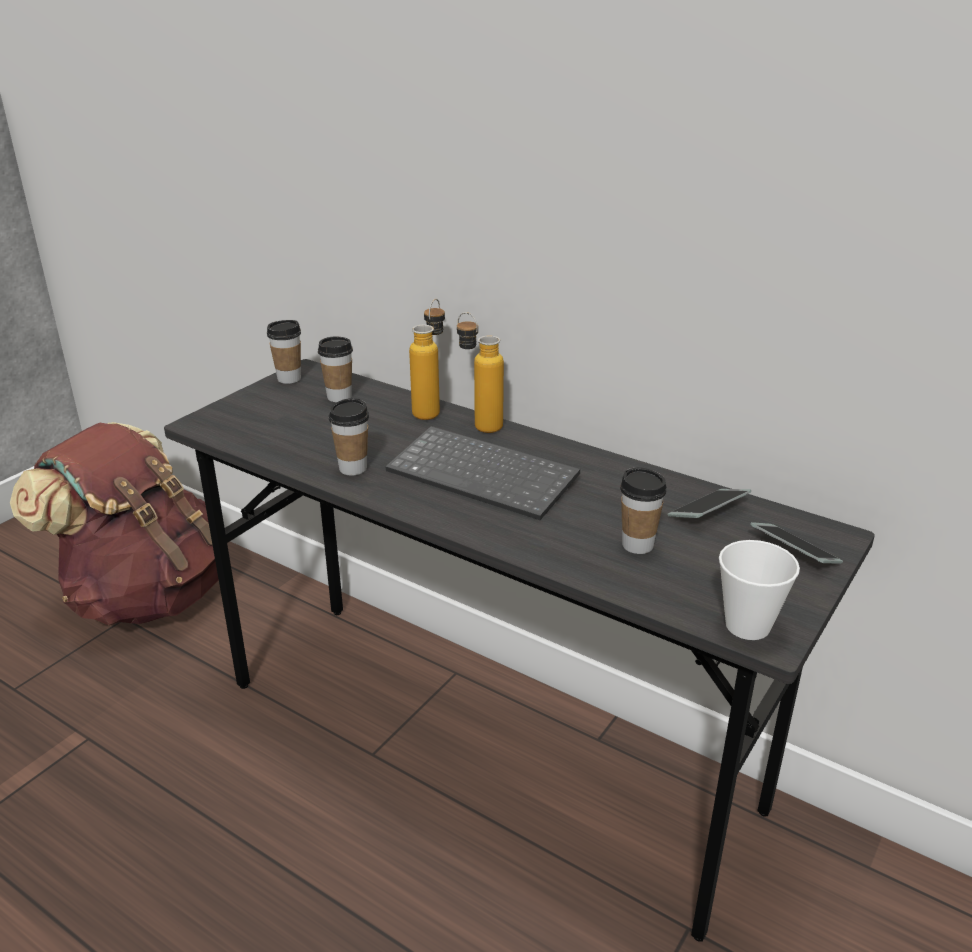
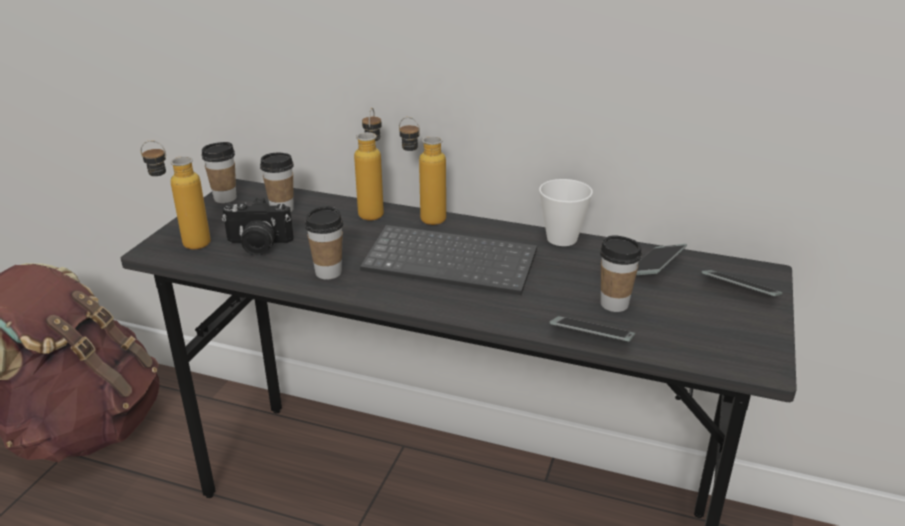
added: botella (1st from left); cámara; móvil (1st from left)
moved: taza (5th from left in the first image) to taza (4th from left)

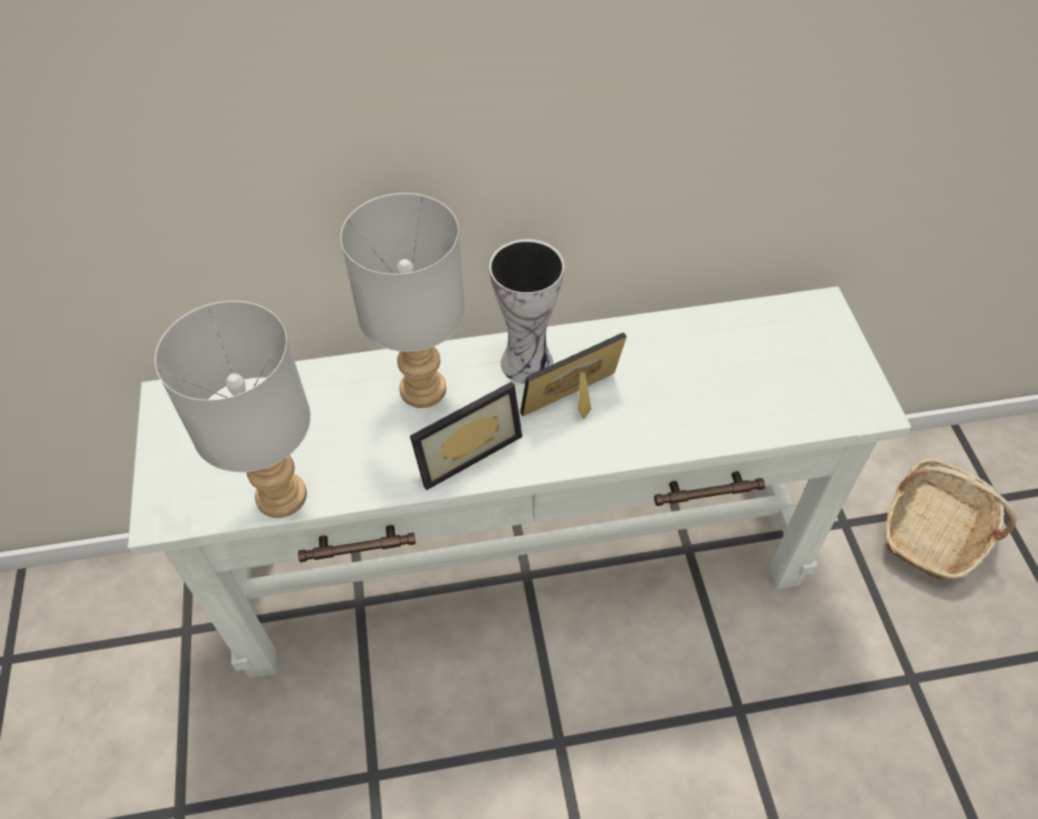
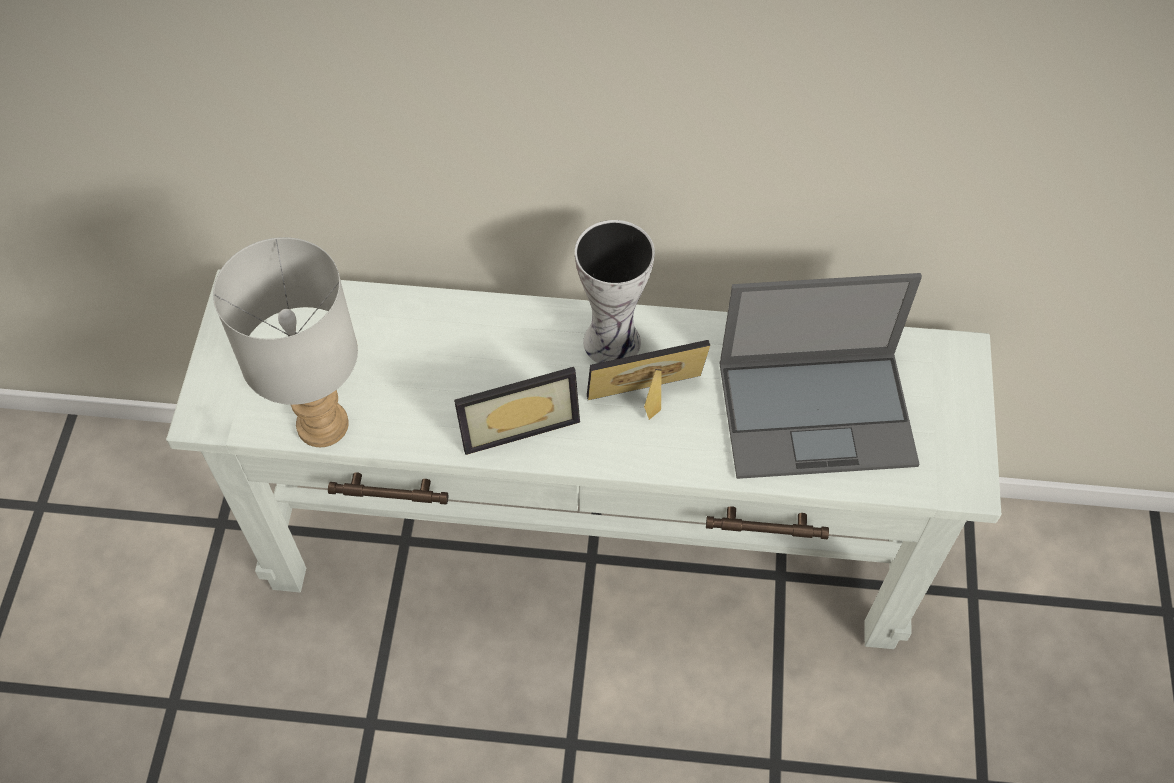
removed: lámpara de mesa/gris (2nd from left); cesta
added: portátil

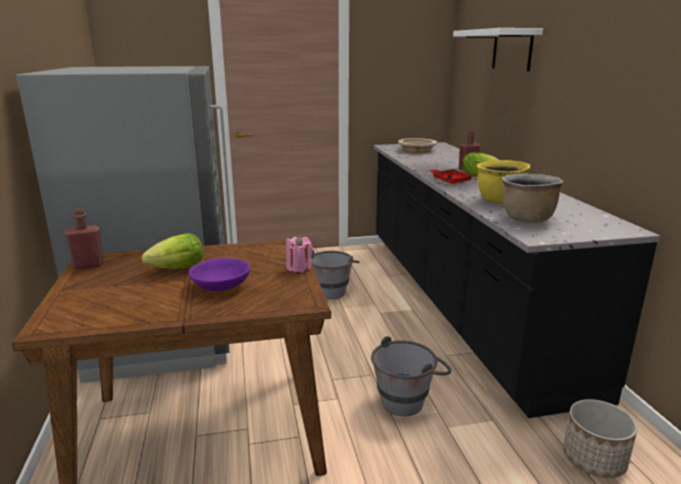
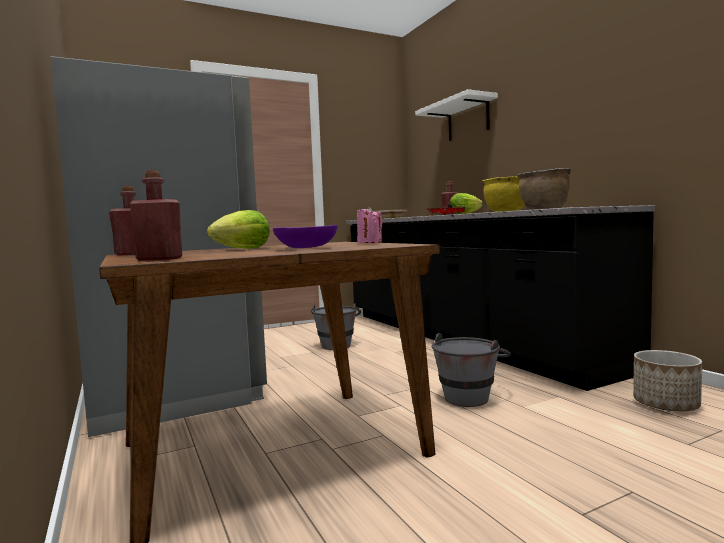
added: botella/rojo (2nd from left)

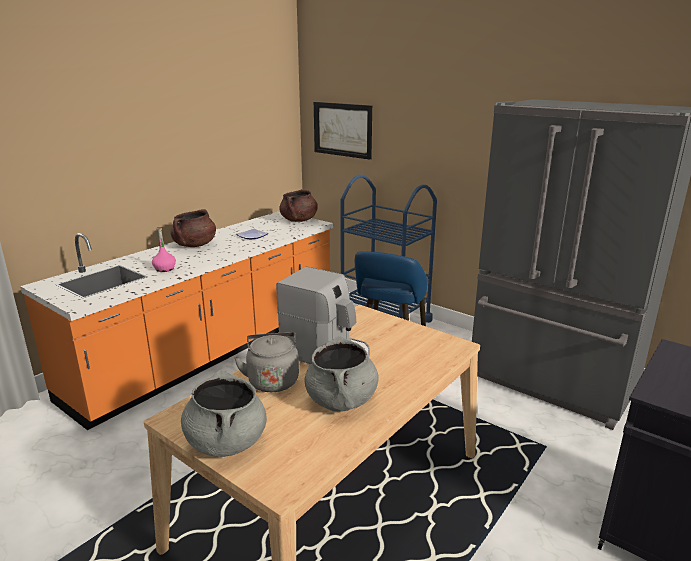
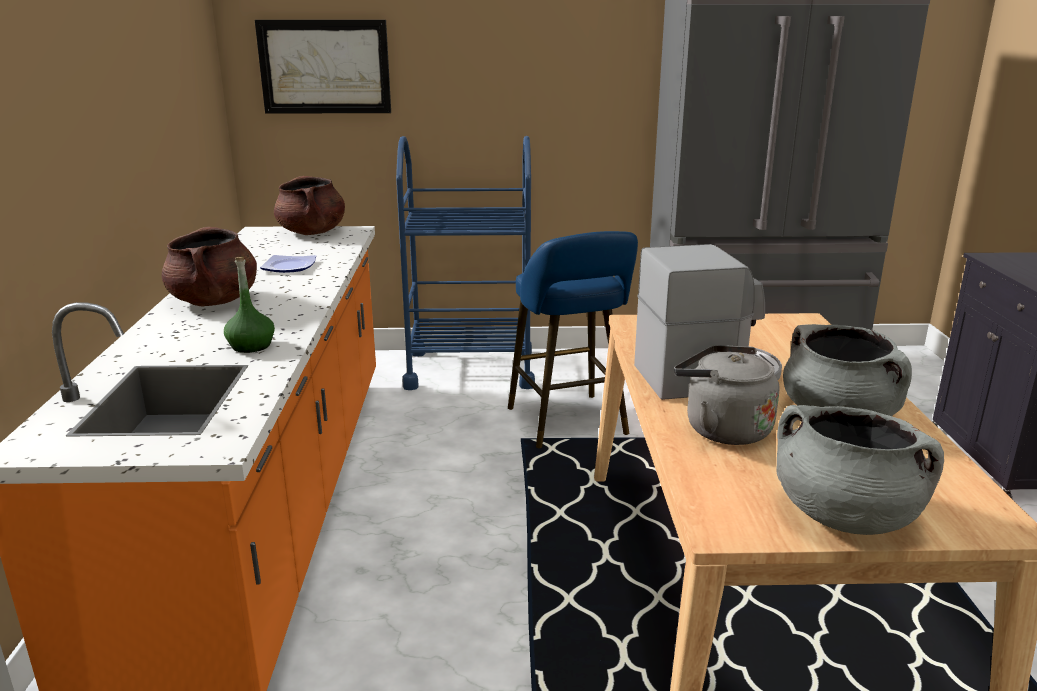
recoloured: botella/rosa to botella/verde

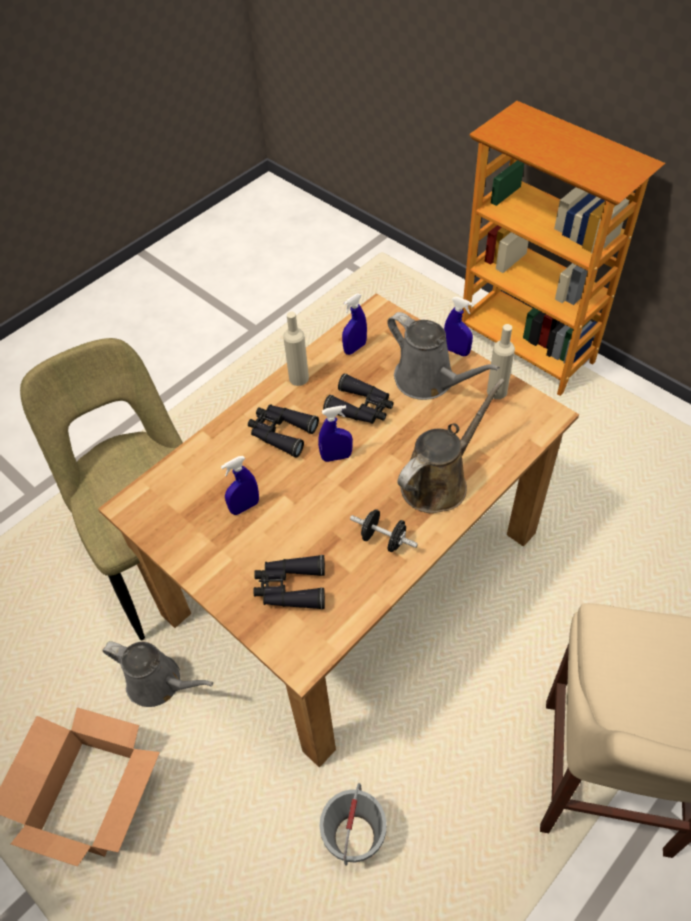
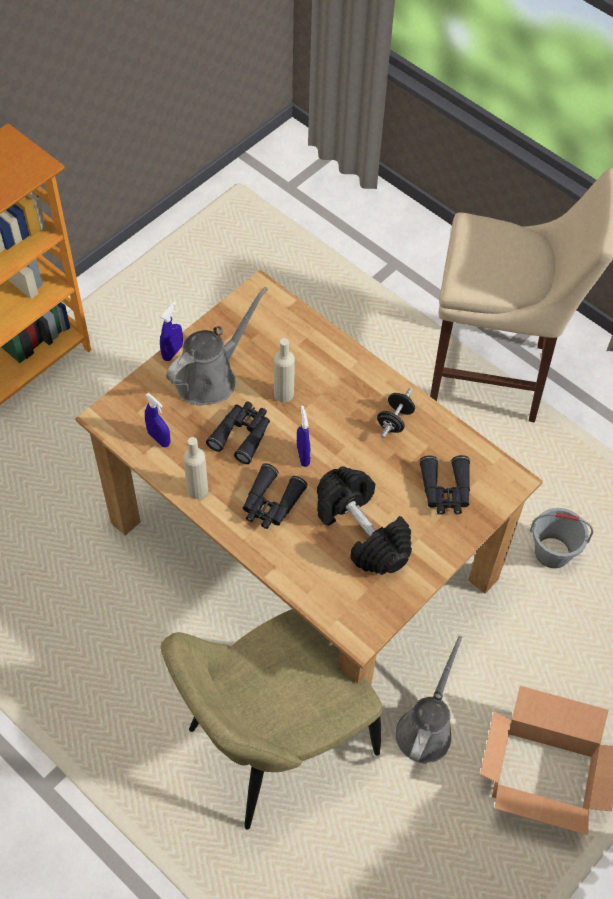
removed: regadera/marrón
moved: botella/beis (2nd from left)
replaced: pulverizador/azul (1st from left) to mancuerna/negro (1st from left)

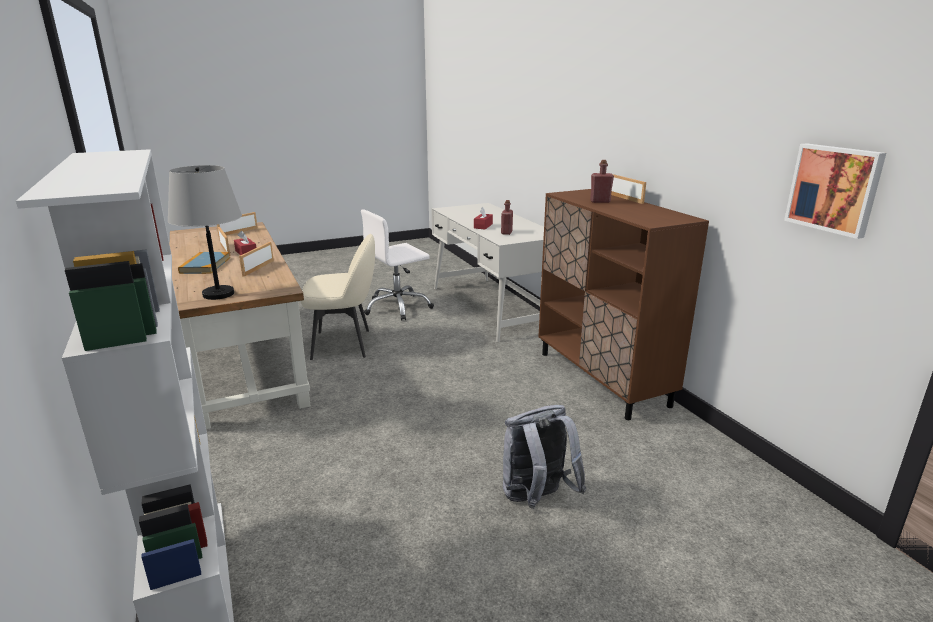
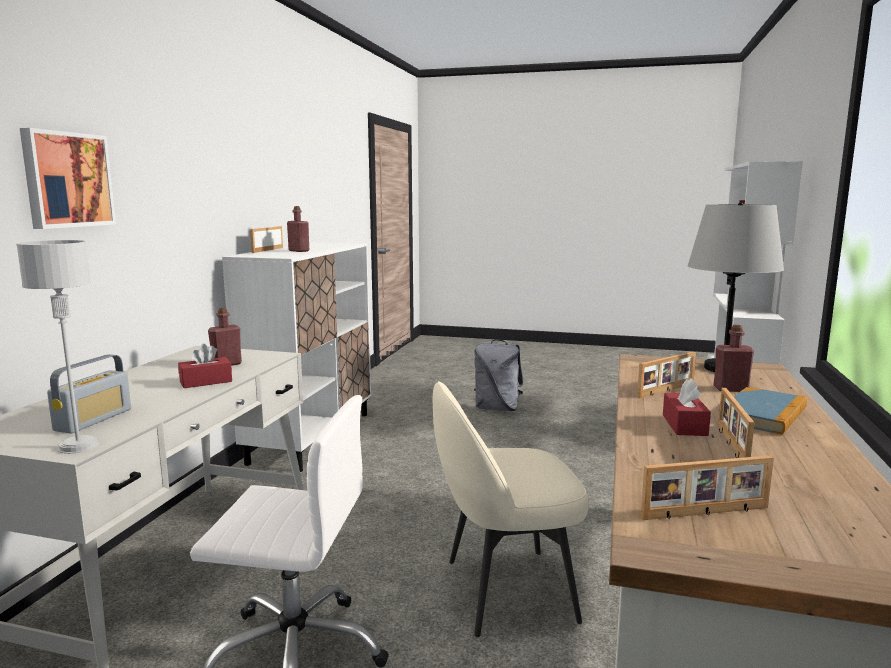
added: lámpara de mesa/gris (1st from left); radio; botella/rojo (3rd from left)
moved: cuadro
recoloured: armario/marrón to armario/blanco
turned: silla/beis 45 degrees counterclockwise

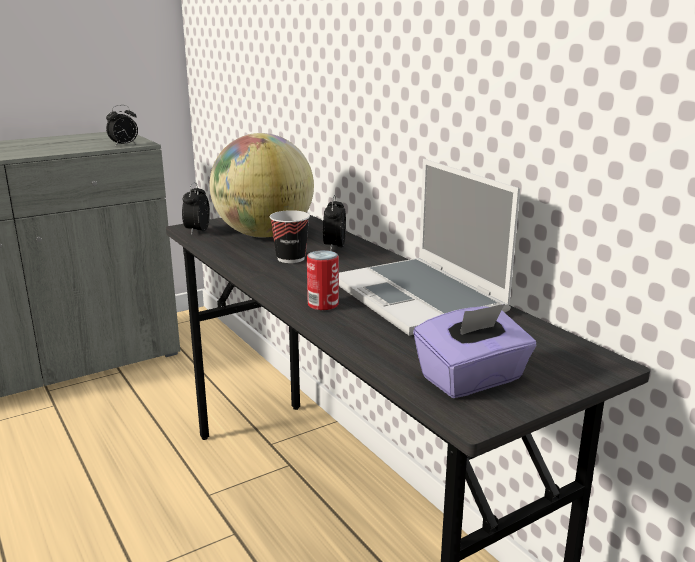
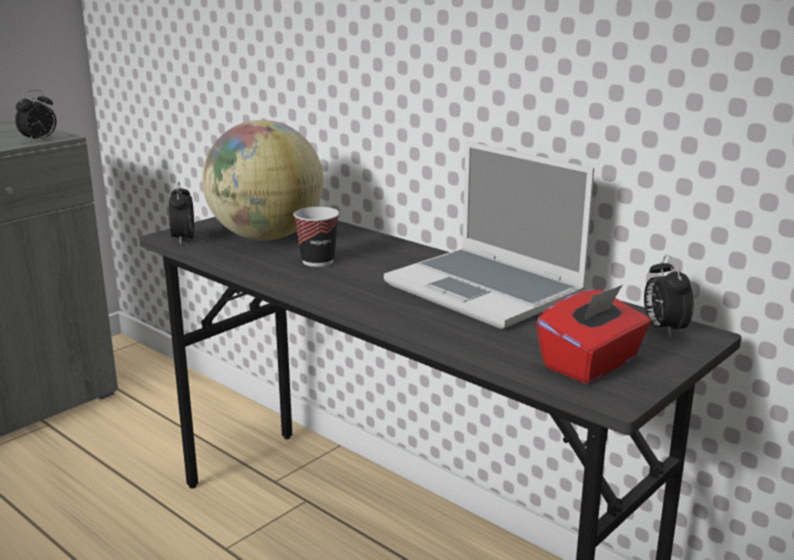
removed: lata
moved: despertador (3rd from left)
recoloured: caja de pañuelos/morado to caja de pañuelos/rojo

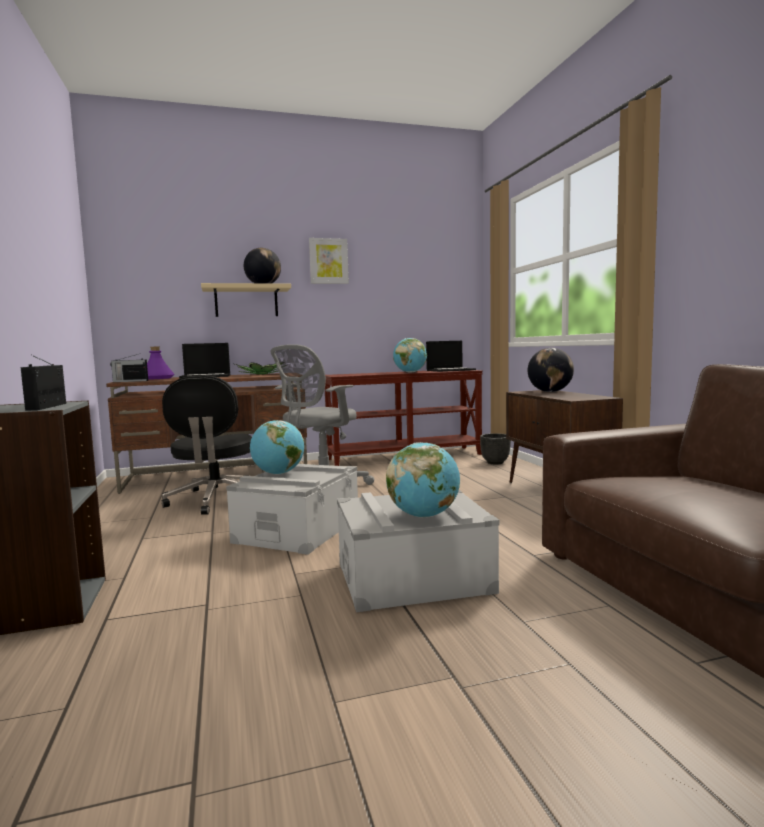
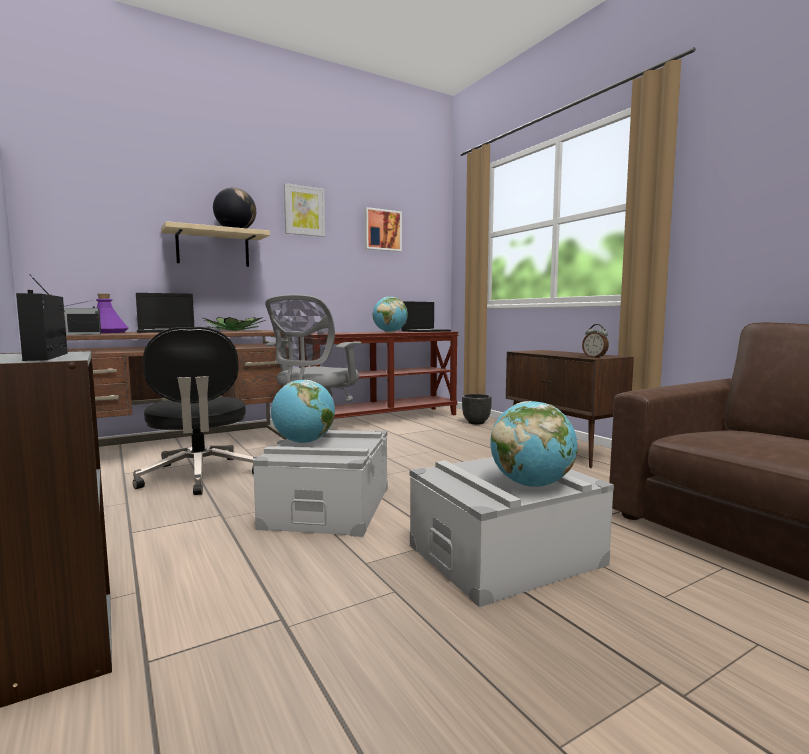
removed: globo terráqueo (5th from left)
added: cuadro (2nd from left); despertador

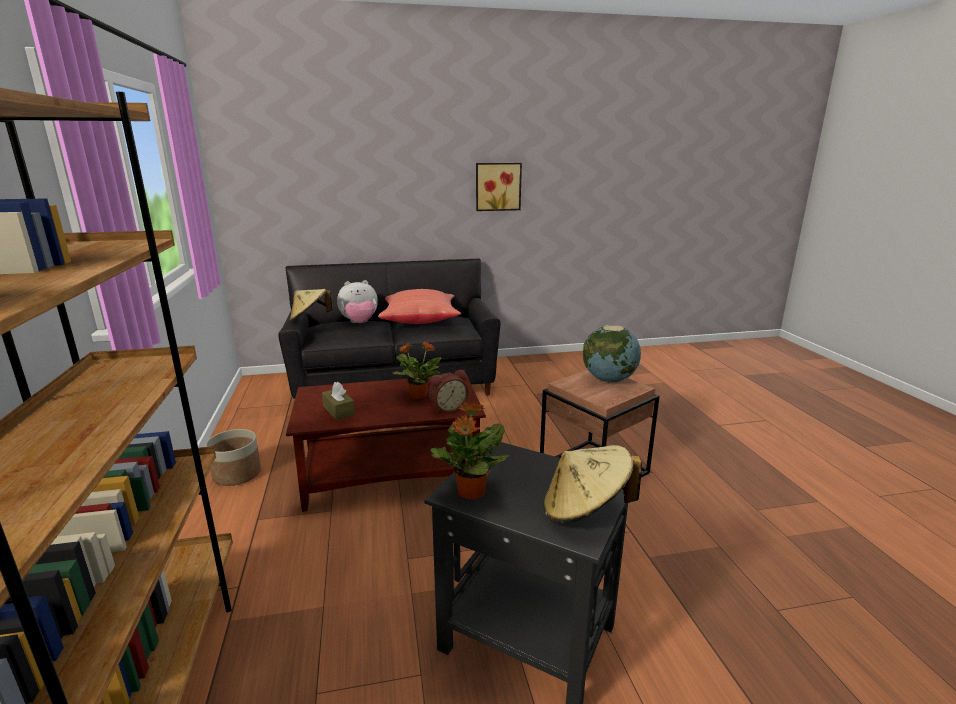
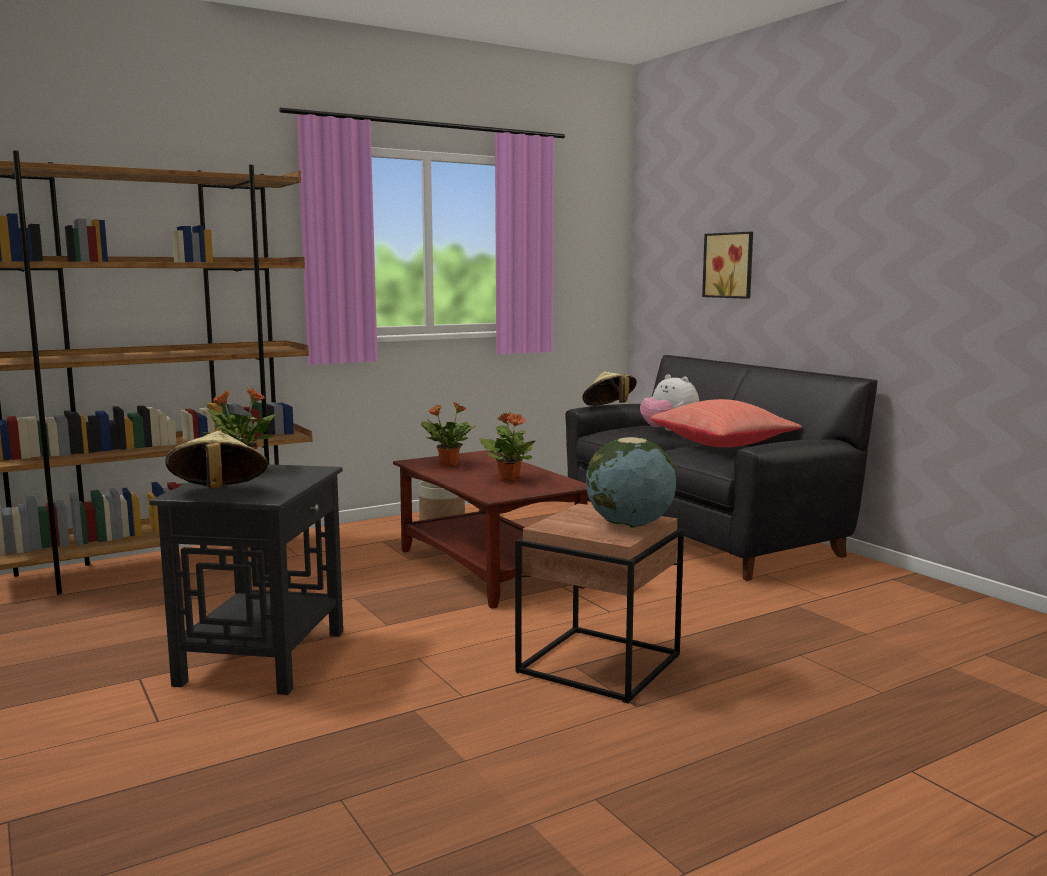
removed: despertador
moved: cuadro
replaced: caja de pañuelos/marrón to planta en maceta (2nd from left)

